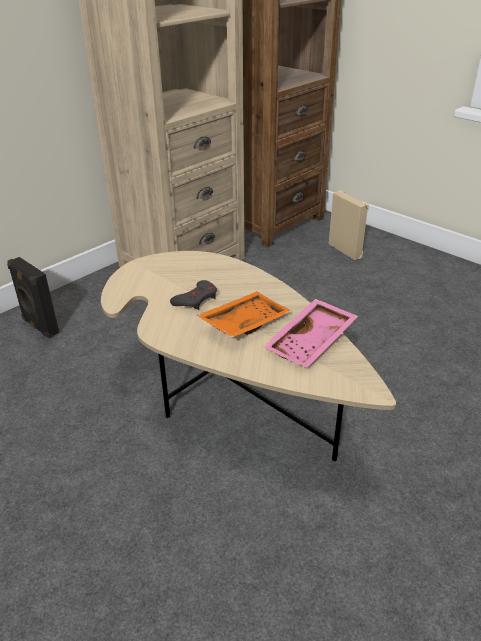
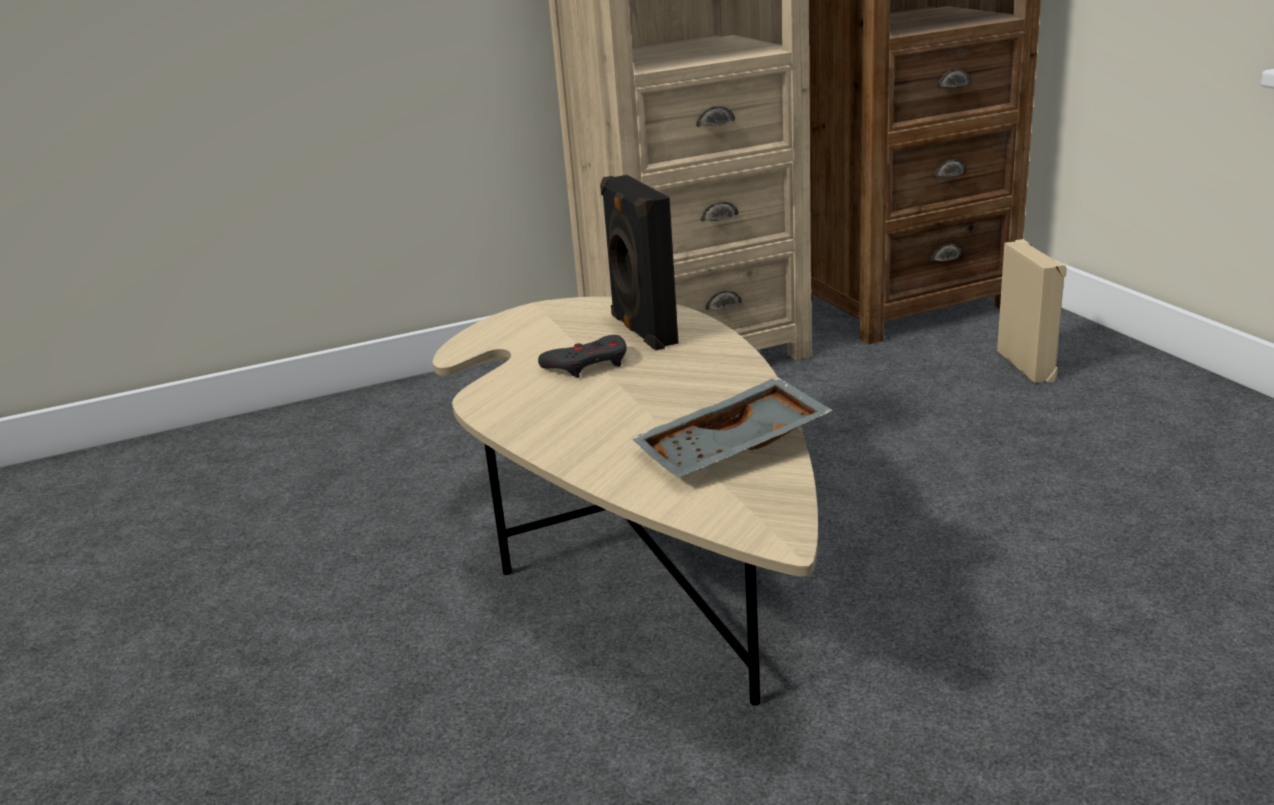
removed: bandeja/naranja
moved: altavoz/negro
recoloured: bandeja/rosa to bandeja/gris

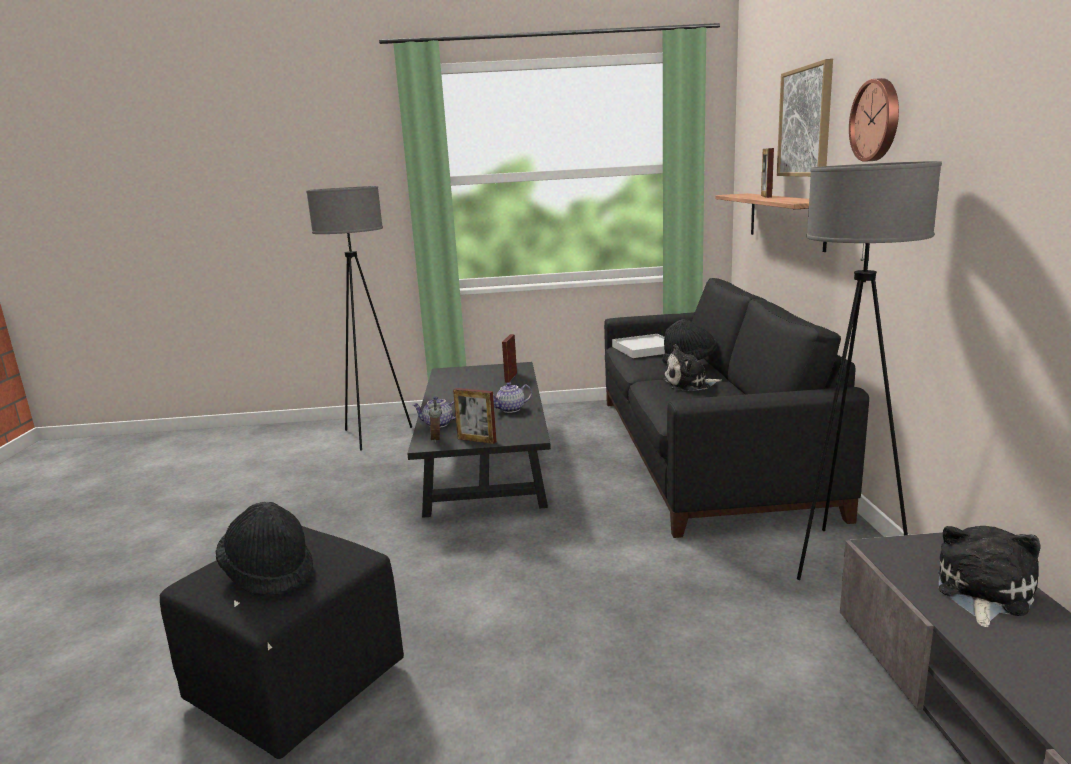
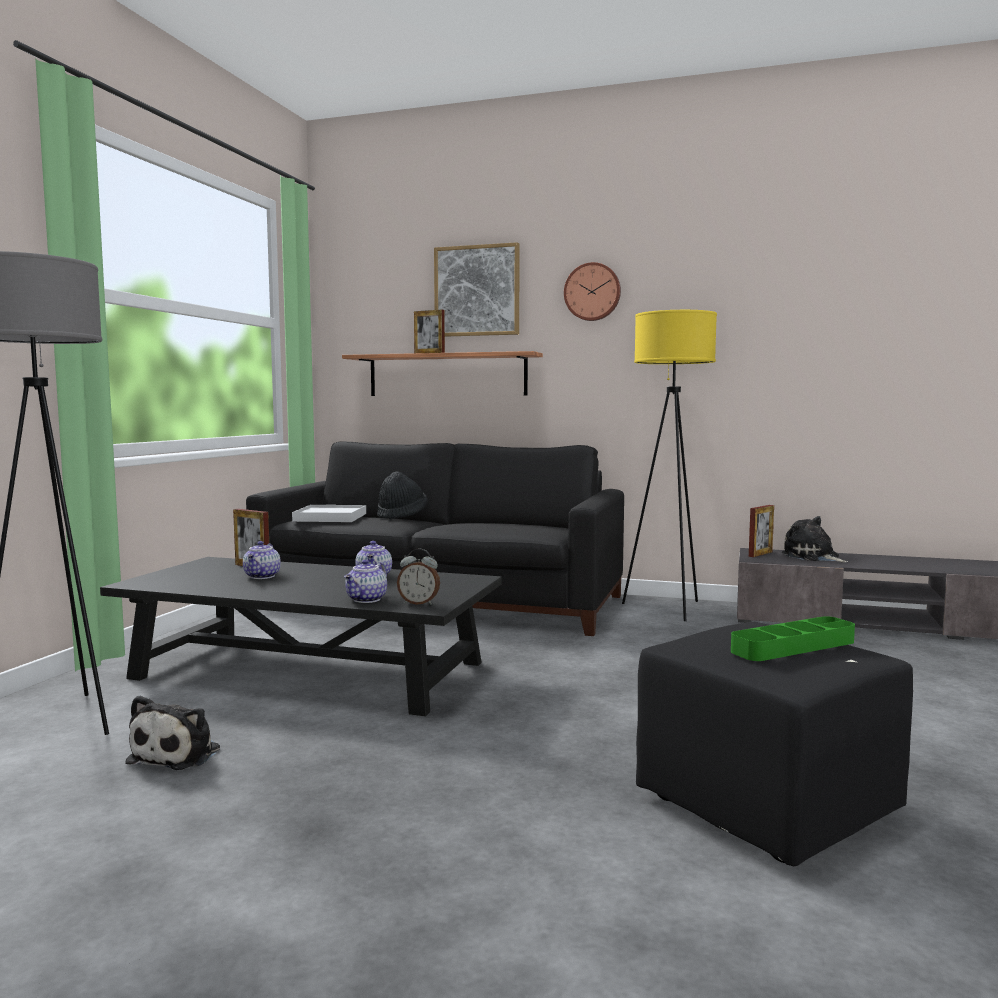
added: tetera (1st from left)
moved: portarretratos (1st from left in the first image) to portarretratos (3rd from left); peluche (1st from left)
replaced: sombrero/negro (1st from left) to bandeja/verde
recoloured: lámpara de pie/gris (2nd from left) to lámpara de pie/amarillo

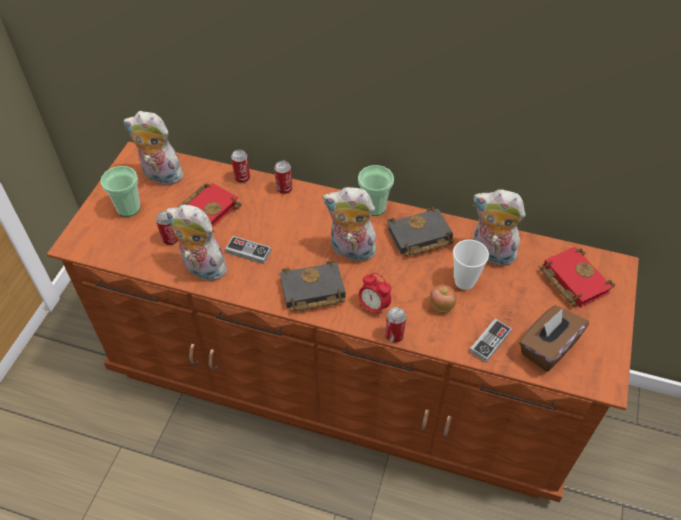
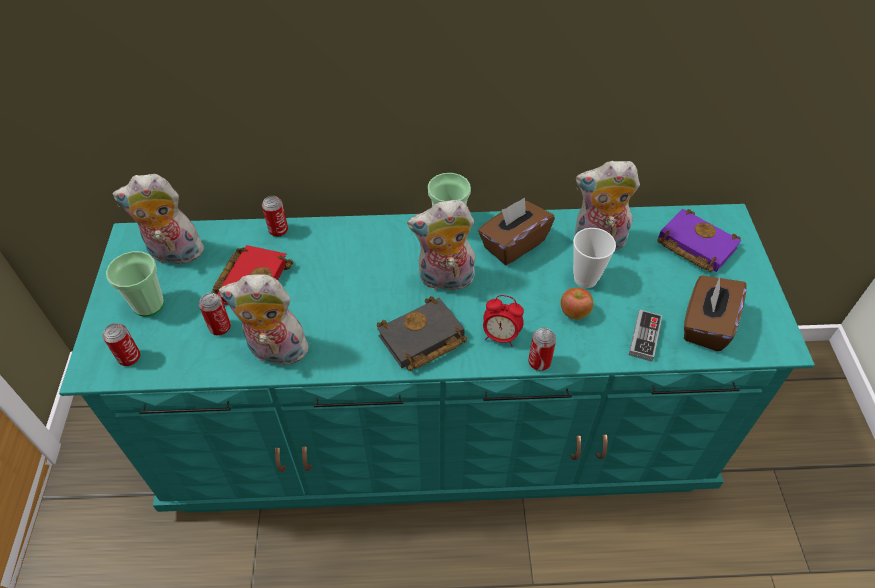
removed: mando de consola (1st from left)
moved: lata (3rd from left in the first image) to lata (1st from left)
replaced: libro/negro (2nd from left) to caja de pañuelos/marrón (1st from left)
recoloured: cómoda/marrón to cómoda/turquesa; libro/rojo (2nd from left) to libro/morado

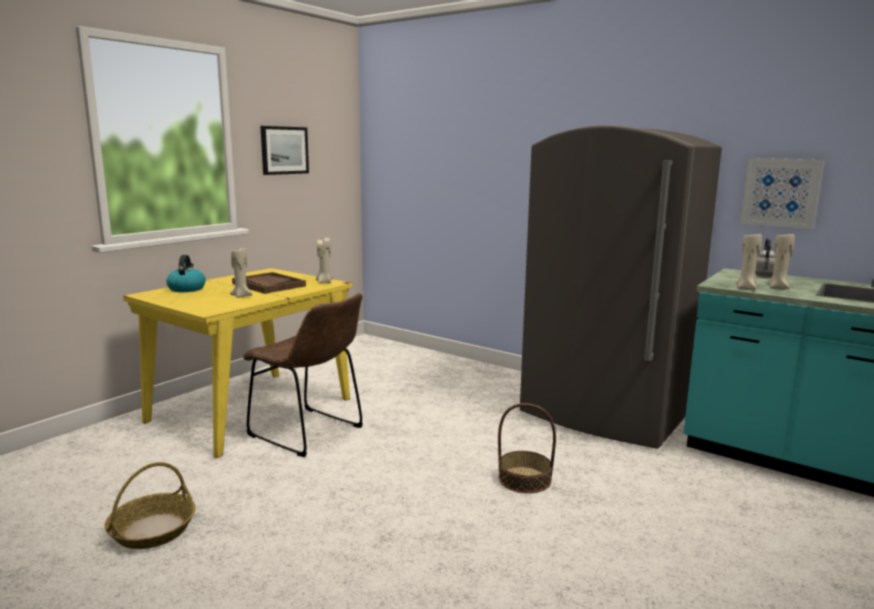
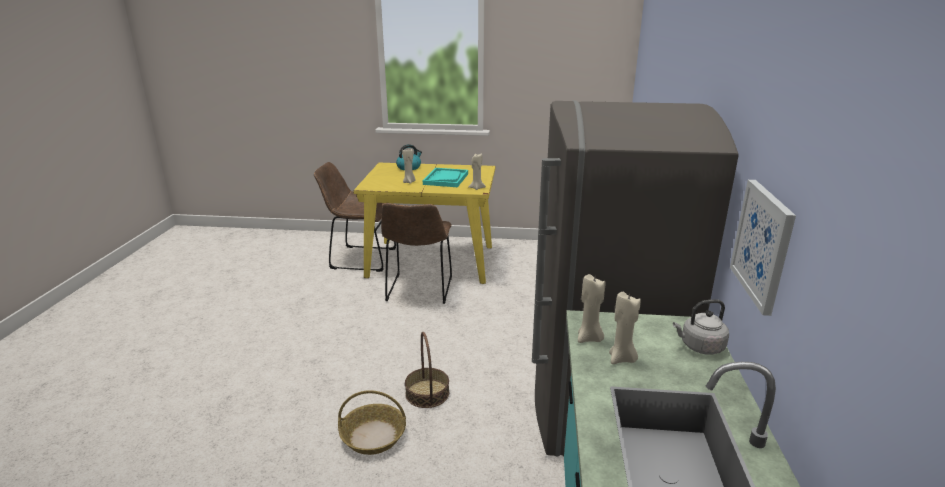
removed: cuadro (1st from left)
added: silla/marrón (1st from left)
moved: cesta (1st from left)
recoloured: bandeja/marrón to bandeja/turquesa

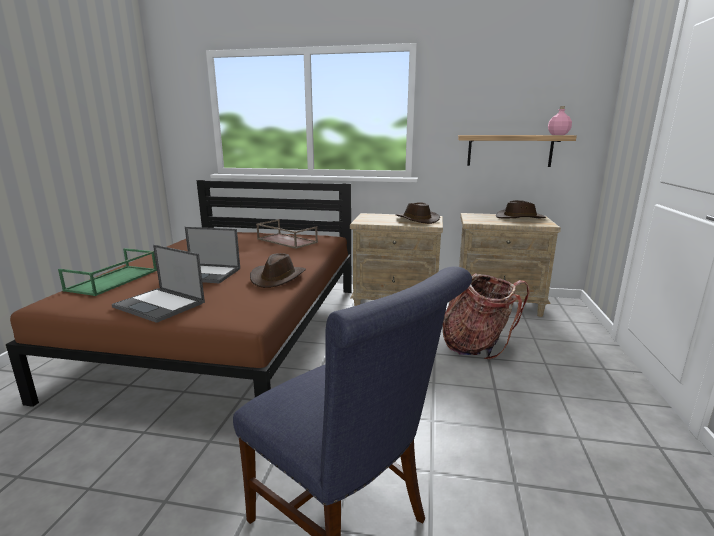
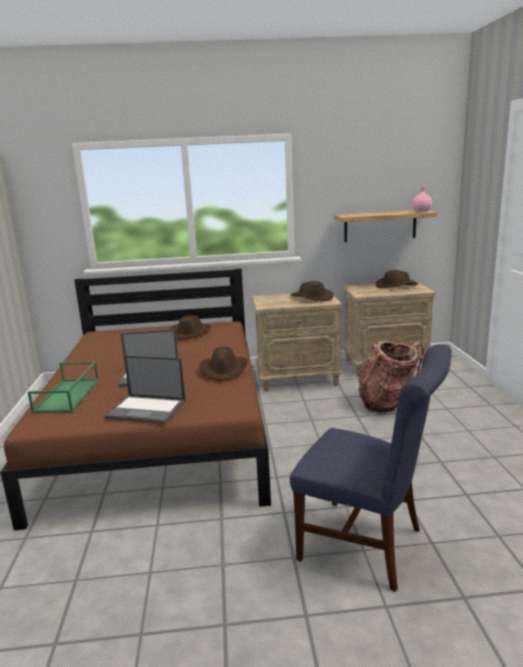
replaced: bandeja/marrón to sombrero/marrón (1st from left)

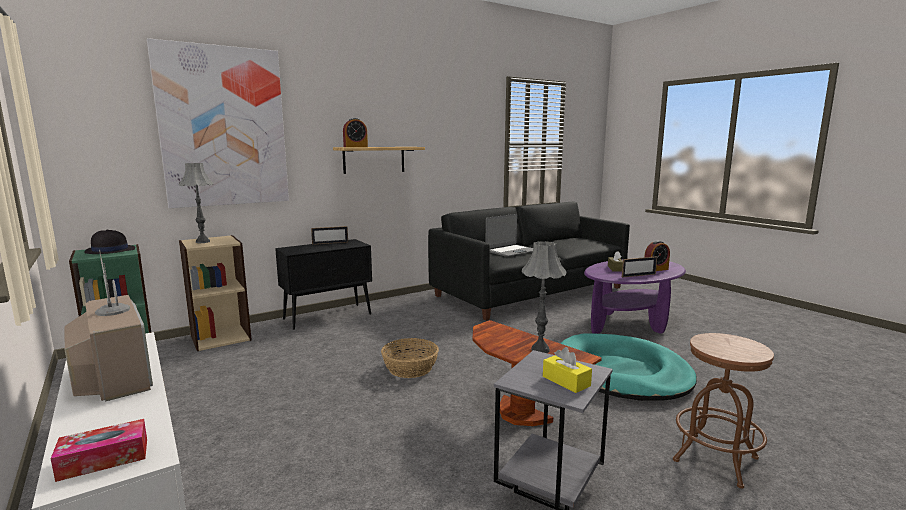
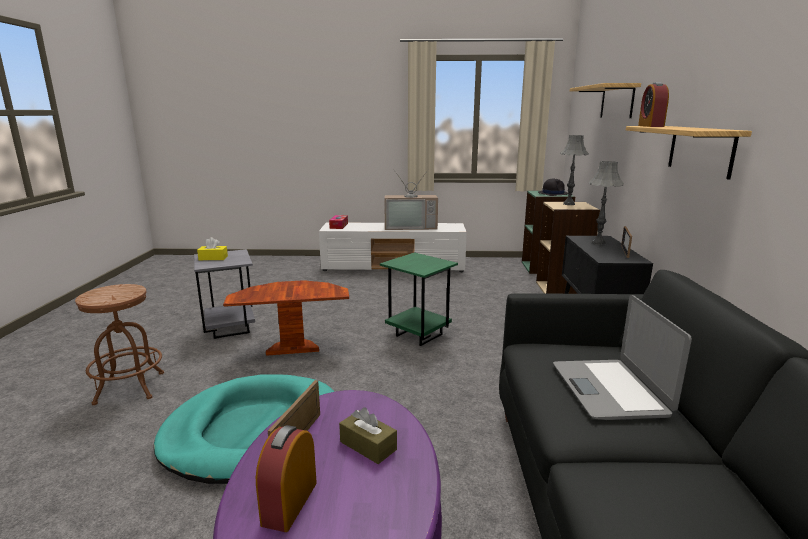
moved: lámpara de mesa/gris (2nd from left)
replaced: cuadro to estante (1st from left); cesta to mesa auxiliar/verde

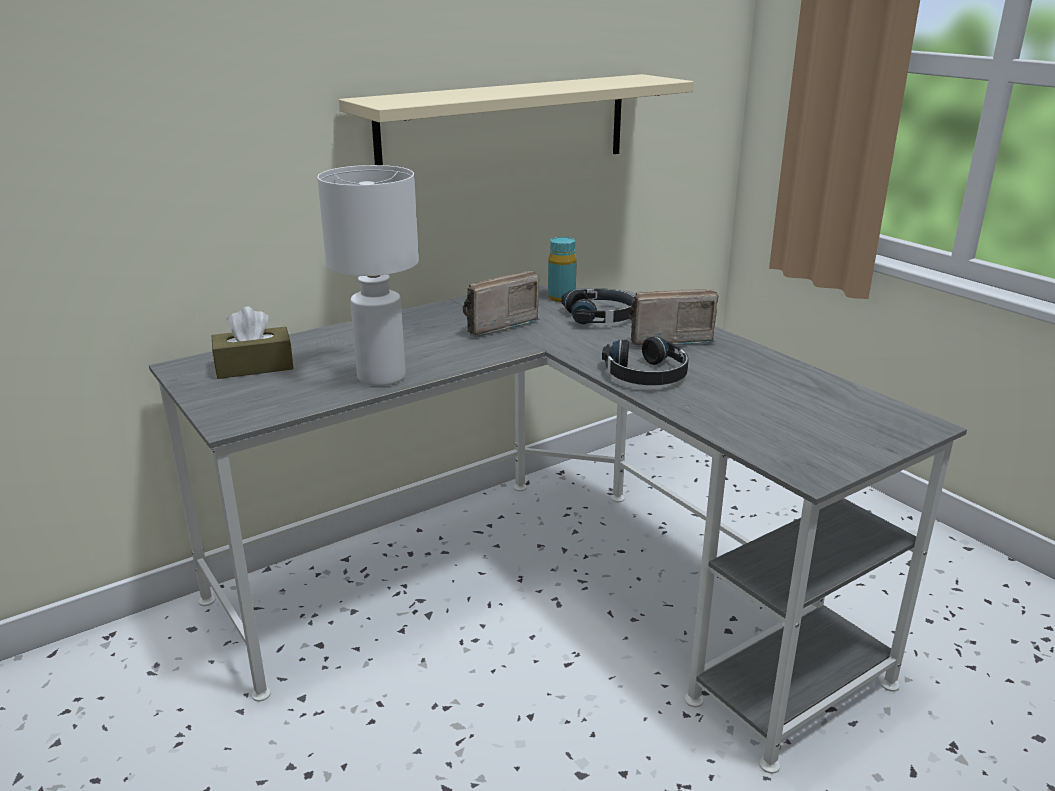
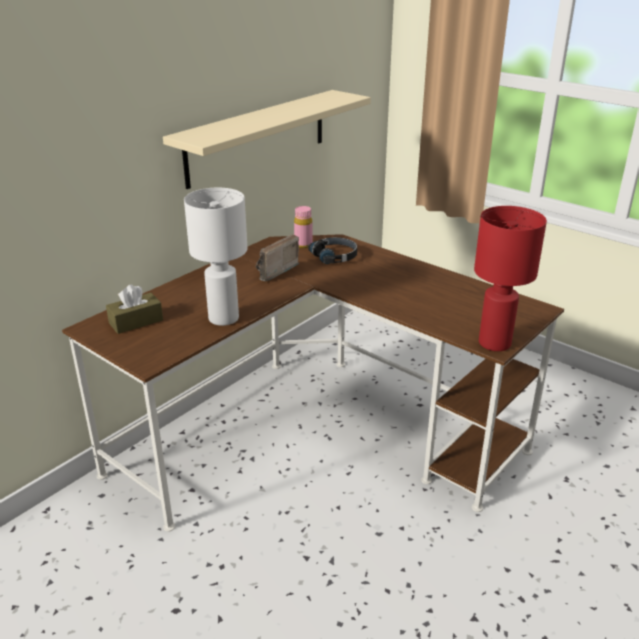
removed: auriculares/negro (2nd from left); radio (2nd from left)
added: lámpara de mesa/rojo
recoloured: escritorio/gris to escritorio/marrón; botella/turquesa to botella/rosa

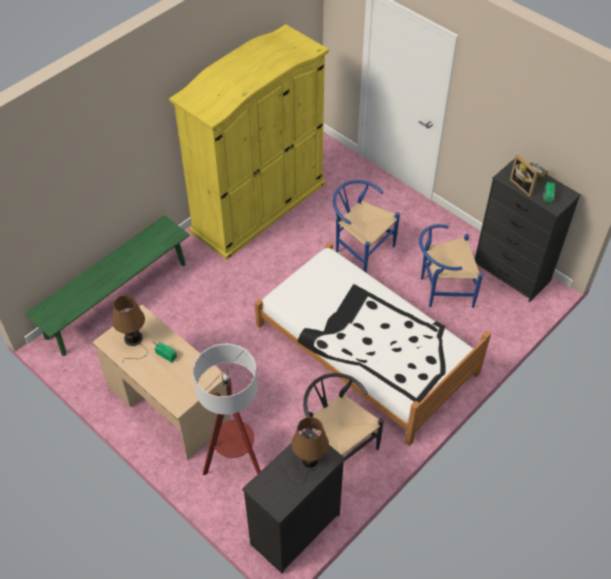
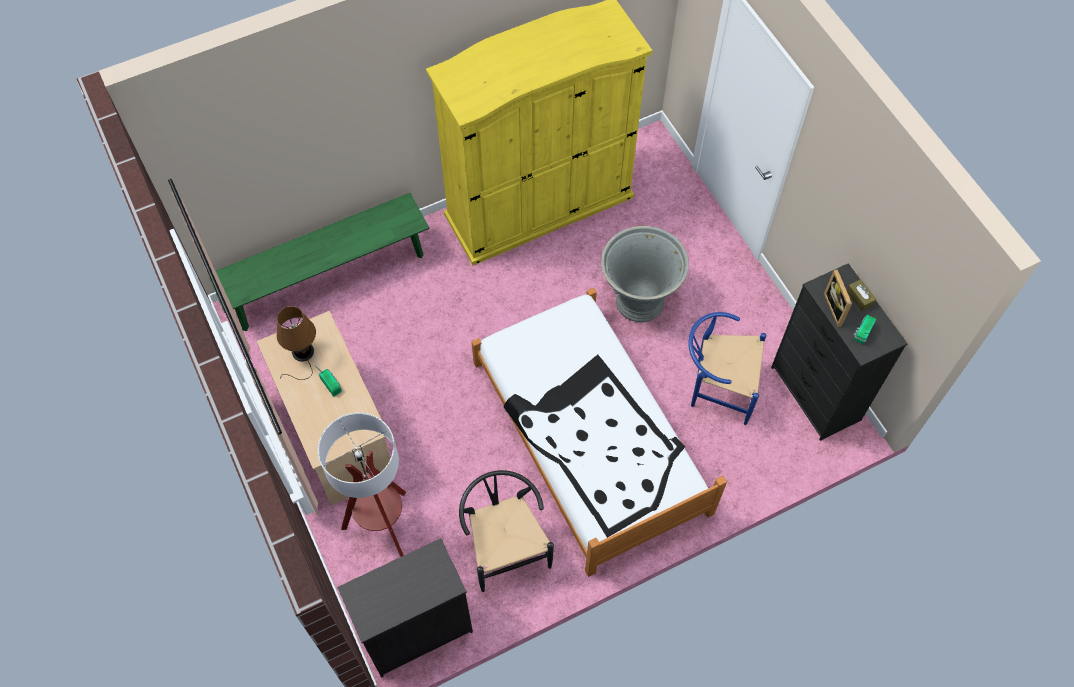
removed: lámpara de mesa/marrón (2nd from left)
replaced: silla/azul (1st from left) to maceta/gris

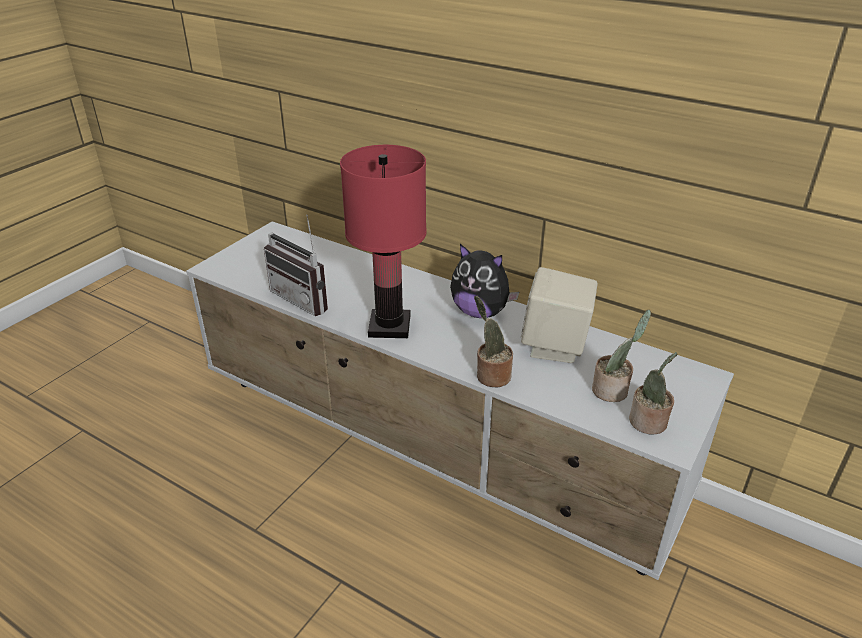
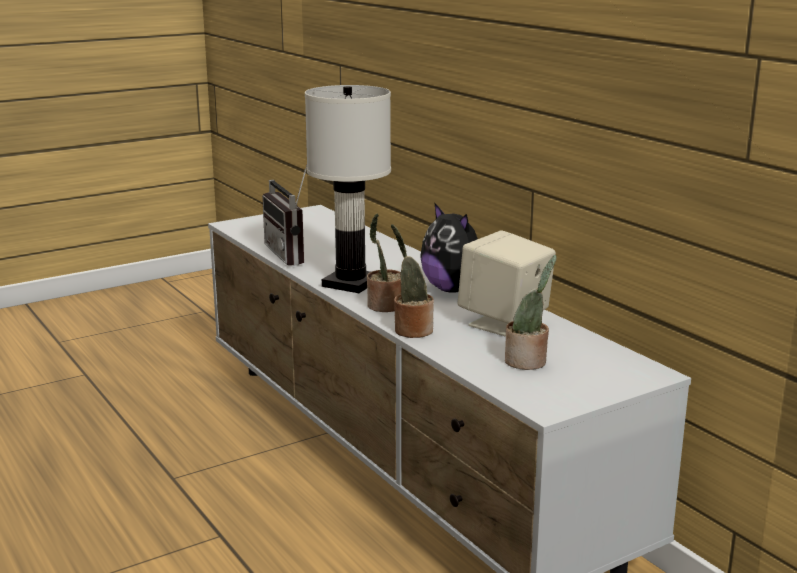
moved: planta en maceta (3rd from left in the first image) to planta en maceta (1st from left)
recoloured: lámpara de mesa/rojo to lámpara de mesa/blanco

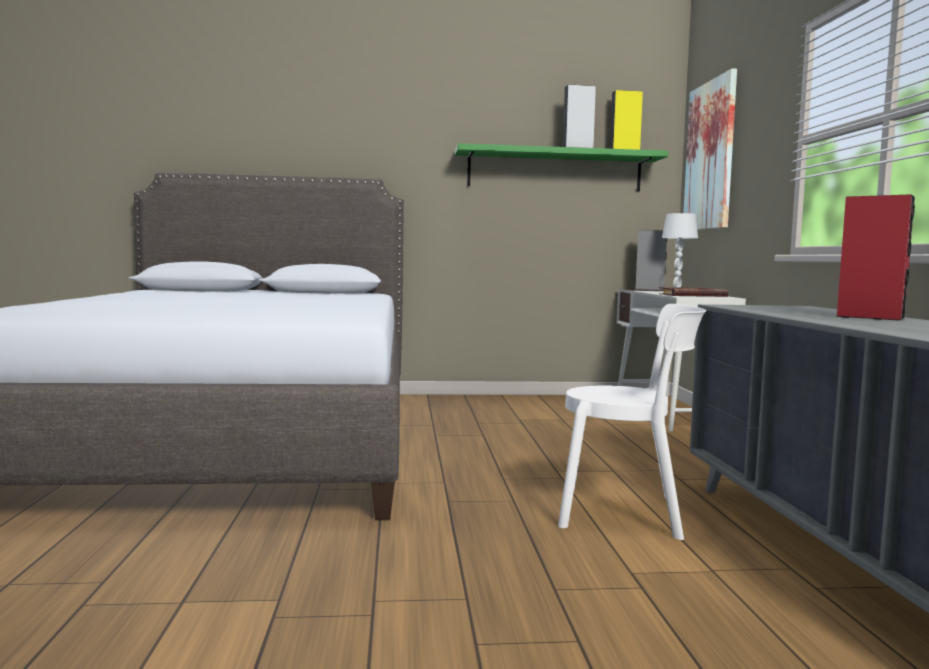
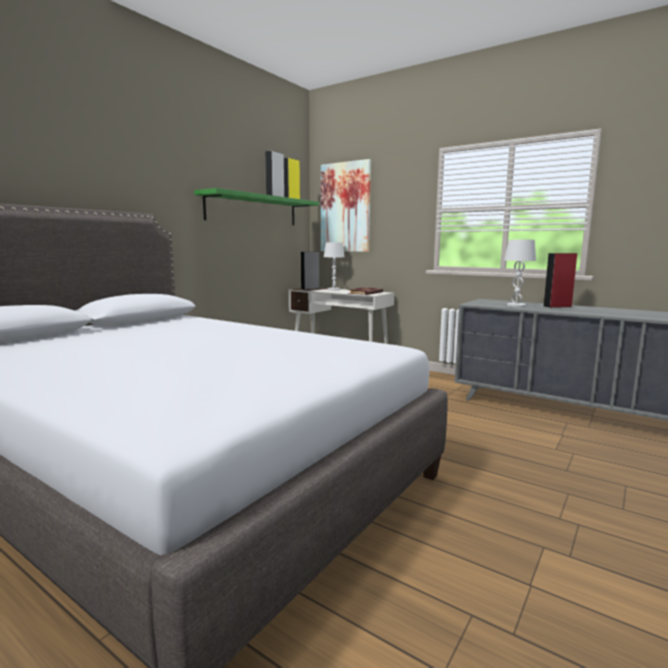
removed: silla/blanco
added: lámpara de mesa/blanco (2nd from left)

